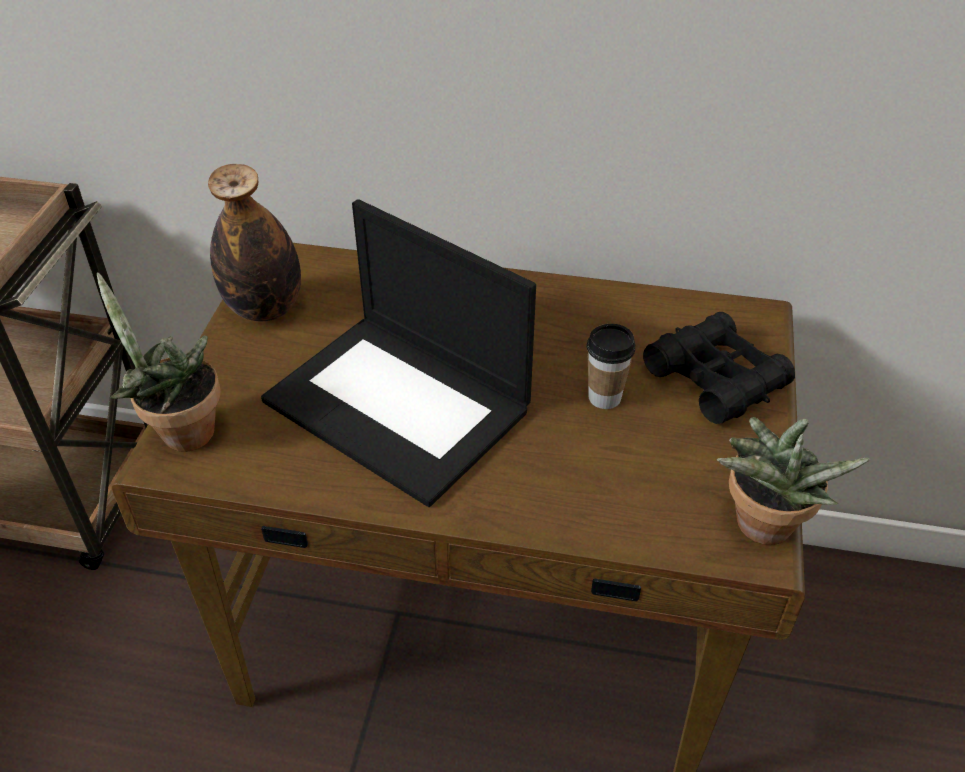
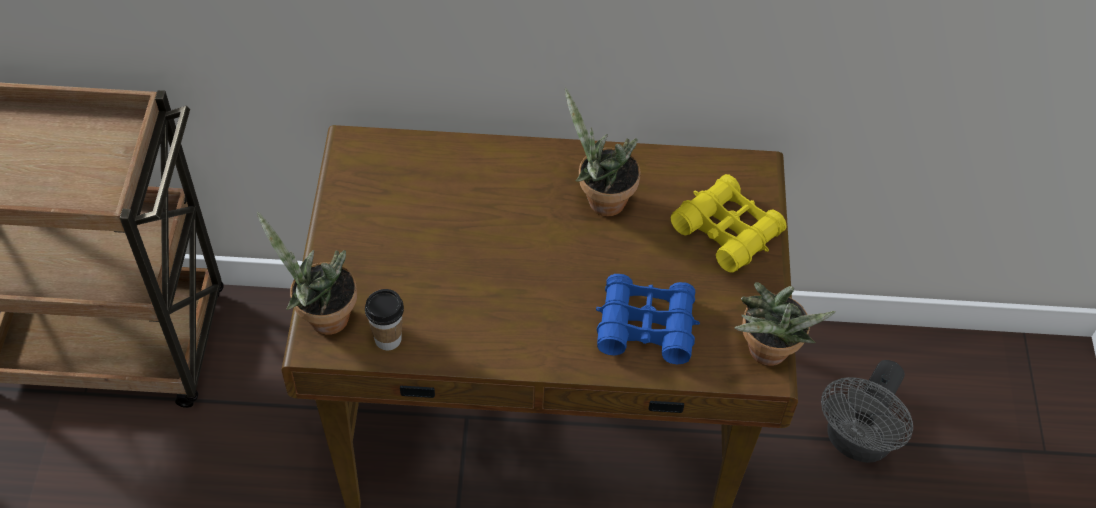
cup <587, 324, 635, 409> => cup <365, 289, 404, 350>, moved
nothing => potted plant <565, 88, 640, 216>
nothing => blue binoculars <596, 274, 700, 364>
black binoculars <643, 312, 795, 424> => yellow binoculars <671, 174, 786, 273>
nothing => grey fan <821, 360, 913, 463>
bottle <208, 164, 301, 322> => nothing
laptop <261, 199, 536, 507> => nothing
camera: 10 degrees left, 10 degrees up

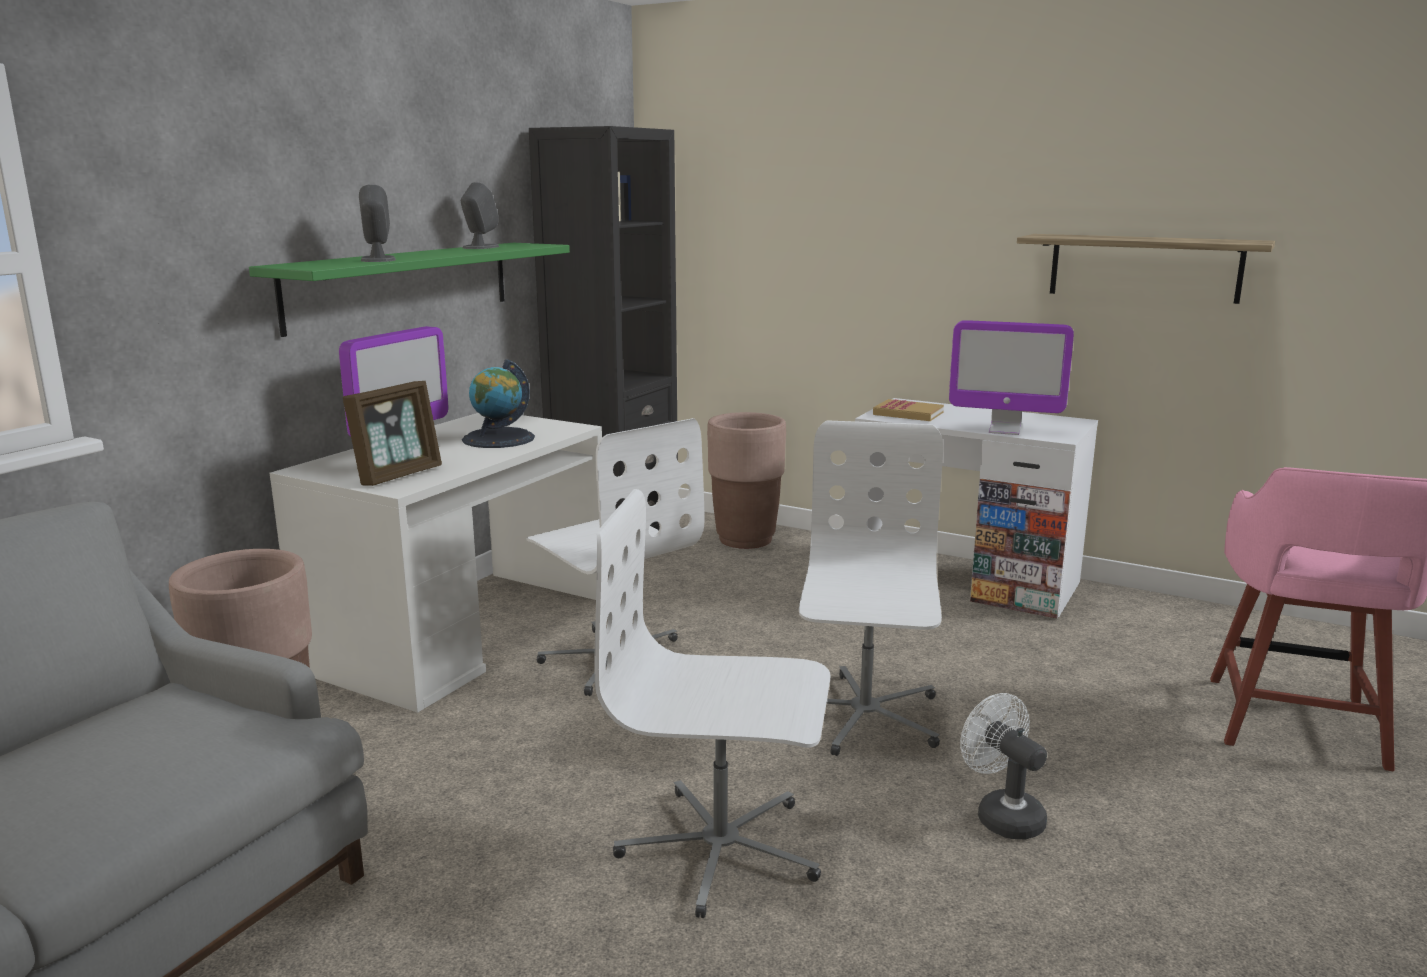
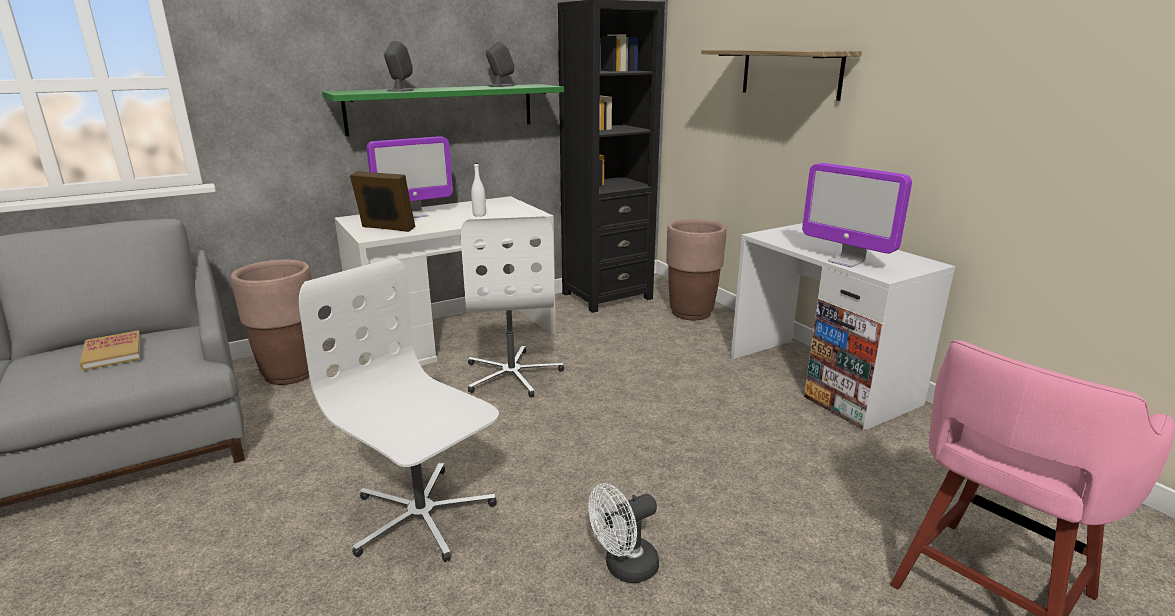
book <873, 399, 944, 421> => book <80, 330, 141, 371>, moved
picture frame <343, 381, 442, 486> => picture frame <350, 171, 416, 232>, 135 degrees counterclockwise
globe <462, 359, 535, 448> => white bottle <471, 163, 486, 217>
white fan <960, 693, 1047, 839> => white fan <588, 483, 659, 583>, 120 degrees counterclockwise
shelf <1017, 234, 1275, 304> => shelf <701, 50, 862, 101>, moved
white office chair <799, 420, 943, 756> => nothing
camera: 30 degrees right, 5 degrees up

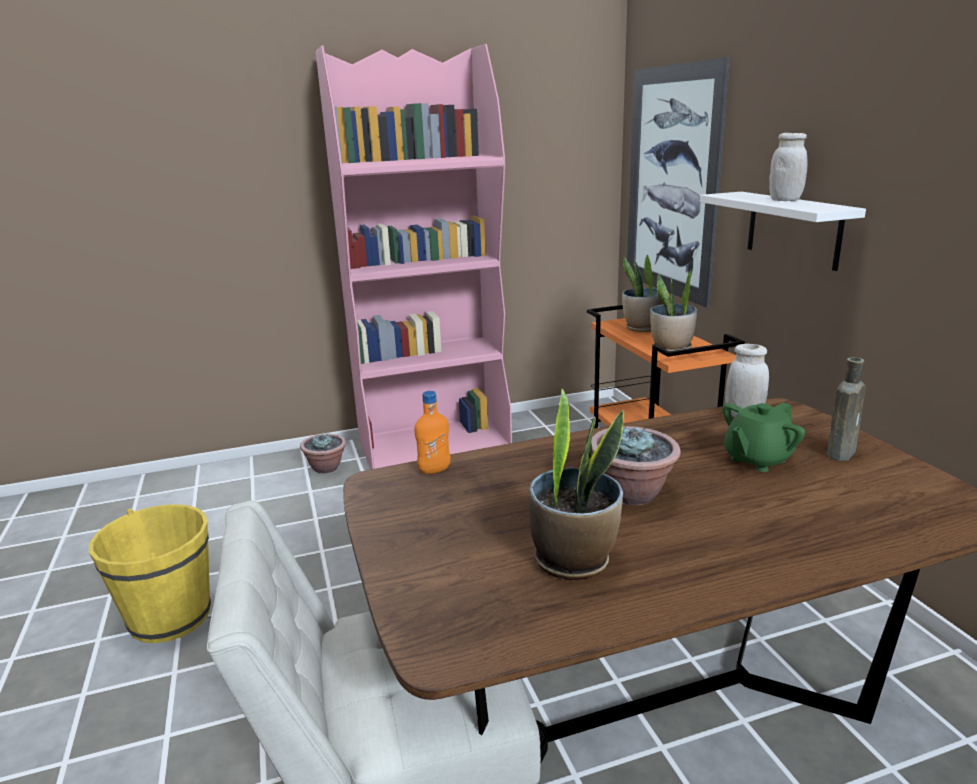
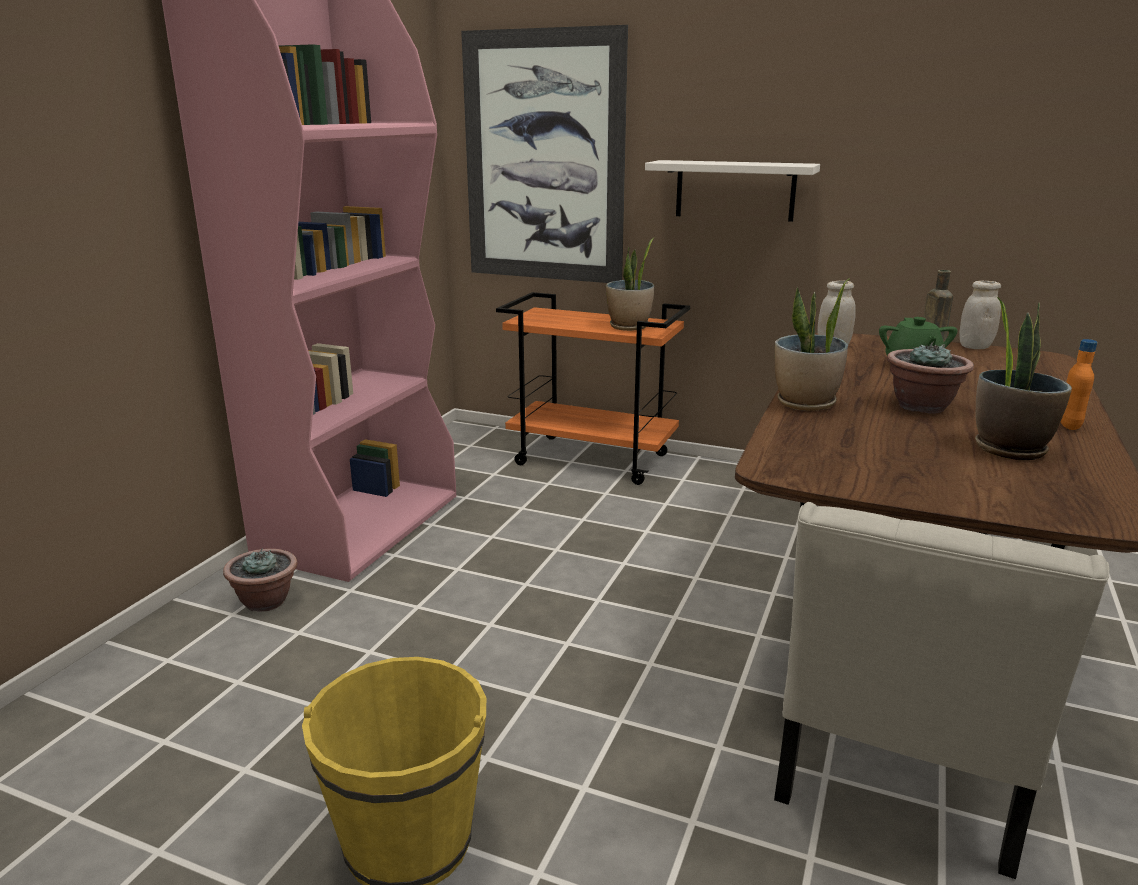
potted plant <622, 255, 663, 332> => potted plant <775, 278, 850, 411>, moved
white jar <769, 133, 807, 201> => white jar <959, 281, 1001, 349>, moved
orange bottle <414, 391, 451, 474> => orange bottle <1061, 339, 1097, 430>, moved
camera: 50 degrees left, 0 degrees up

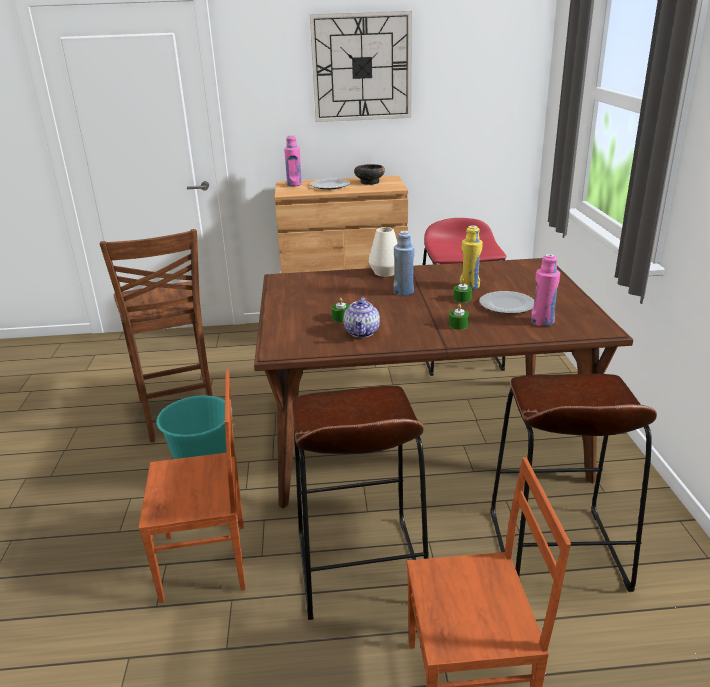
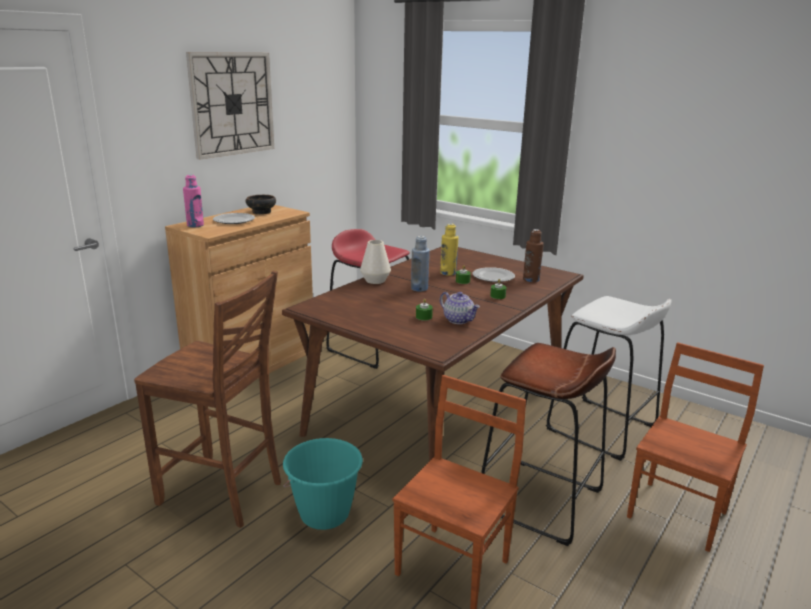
pink bottle <531, 254, 560, 326> => brown bottle <523, 229, 544, 283>
brown stool <491, 374, 657, 592> => white stool <546, 296, 672, 461>
camera: 50 degrees left, 5 degrees down

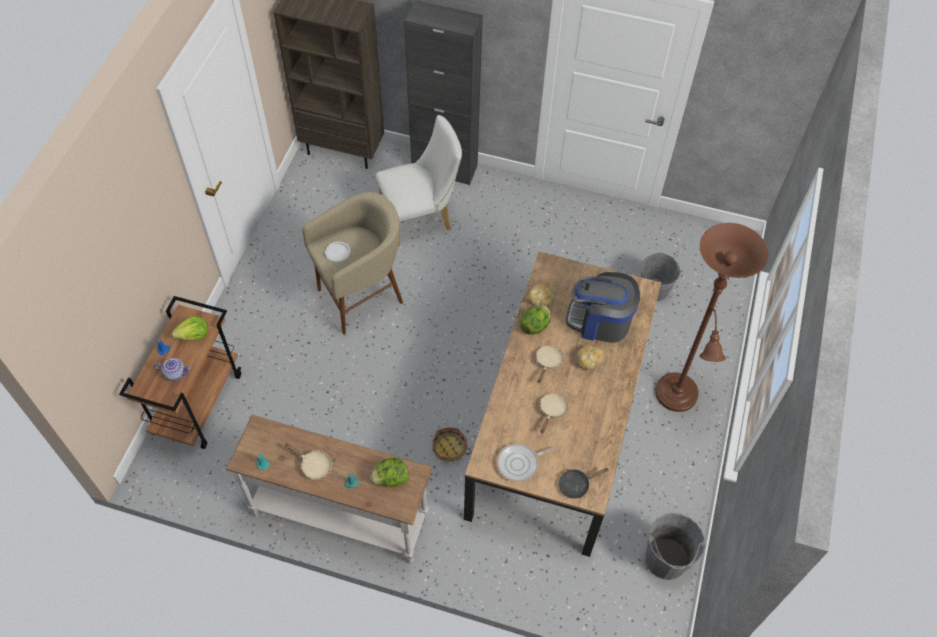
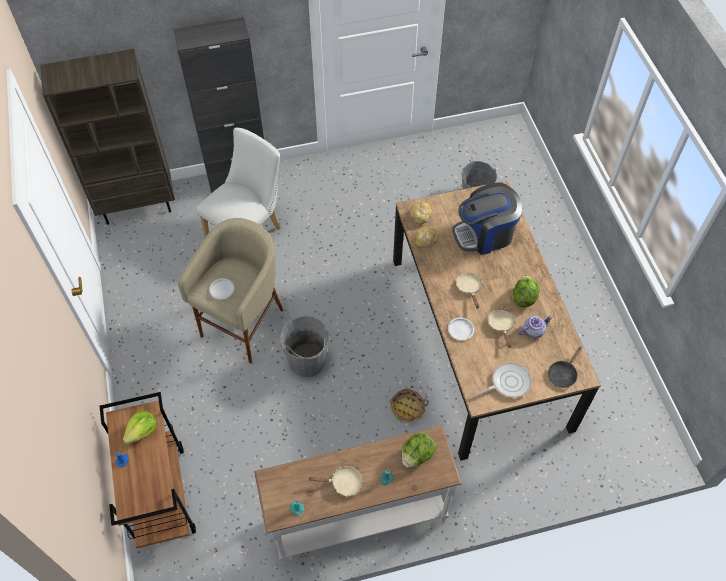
grey bucket <645, 513, 706, 580> => grey bucket <280, 316, 329, 377>, moved
bread <577, 345, 604, 370> => bread <410, 202, 432, 224>, moved
nothing => white plate <448, 318, 474, 340>
frying pan <497, 443, 557, 482> => frying pan <476, 362, 532, 398>, 150 degrees counterclockwise
lettuce <519, 306, 551, 335> => lettuce <513, 276, 539, 308>, moved
teapot <154, 358, 191, 381> => teapot <518, 316, 553, 339>, moved
brown floor lamp <655, 223, 768, 412> => nothing
camera: 30 degrees left, 0 degrees up

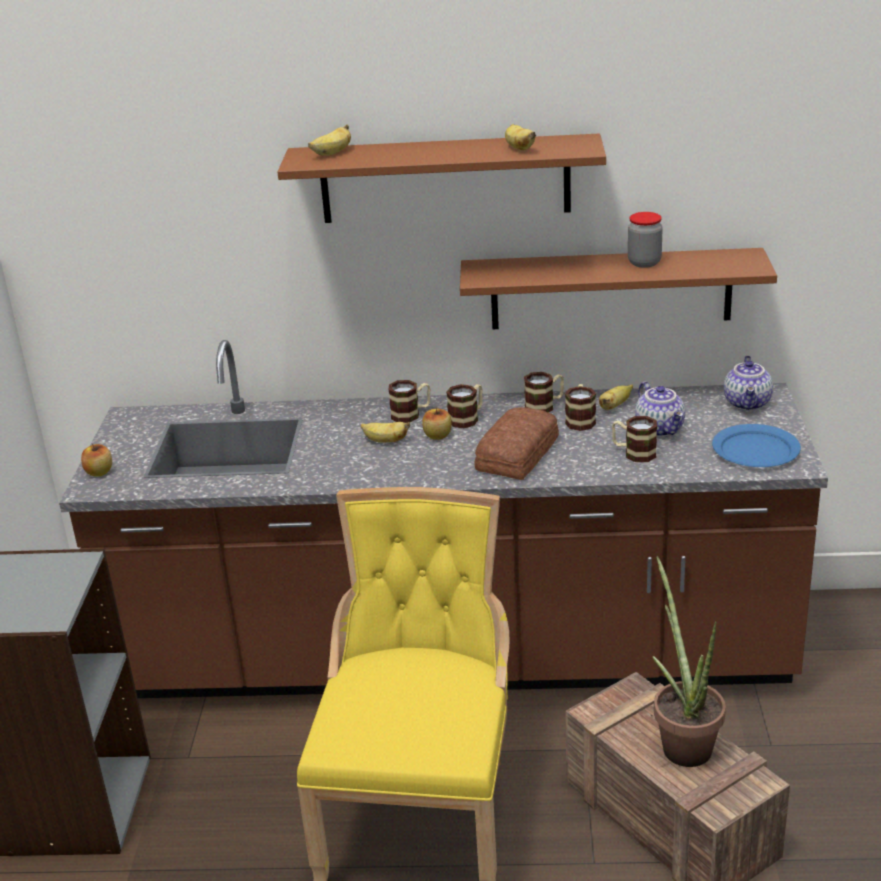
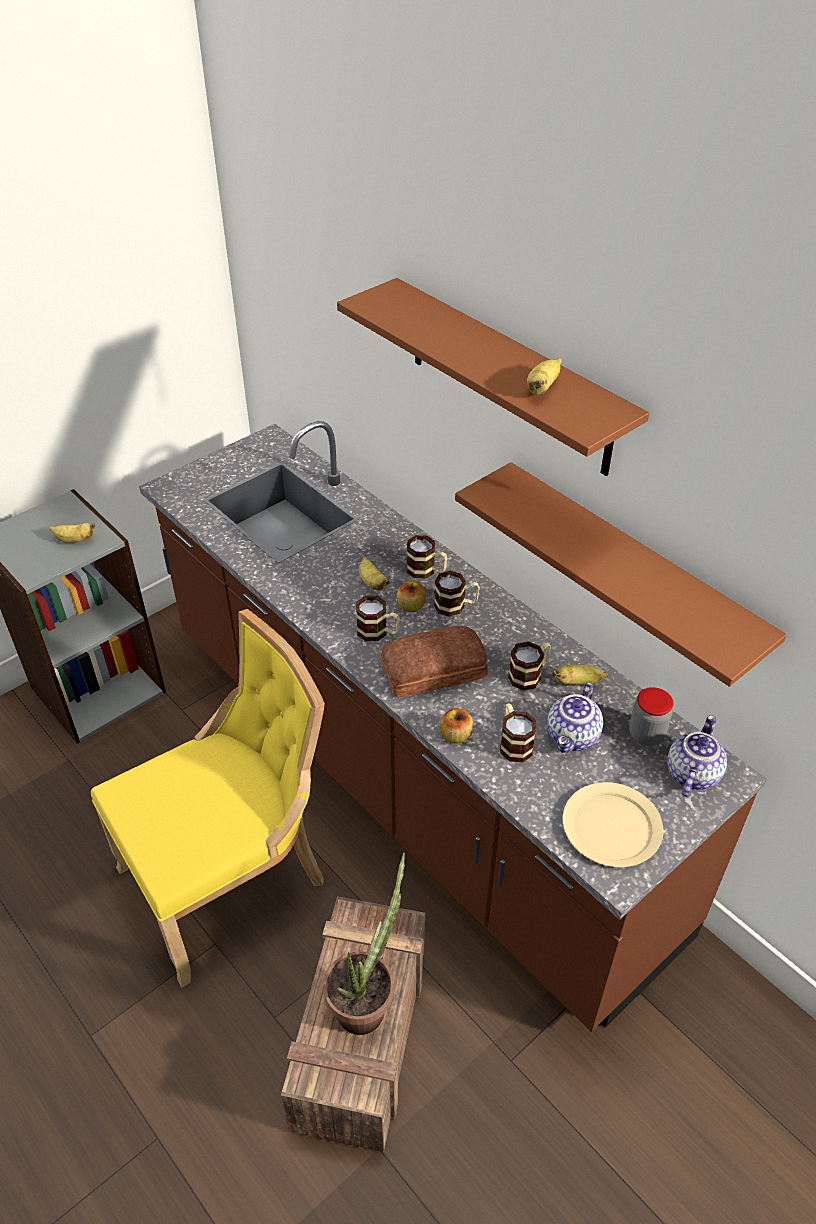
banana <308, 124, 351, 156> => banana <50, 523, 96, 543>, moved
mug <524, 372, 564, 413> => mug <356, 596, 400, 641>, moved
apple <81, 444, 112, 477> => apple <440, 708, 473, 744>, moved
blue plate <712, 424, 801, 467> => beige plate <563, 782, 663, 867>
jar <628, 212, 663, 268> => jar <629, 687, 673, 746>, moved
teapot <724, 355, 773, 411> => teapot <667, 715, 727, 797>, 150 degrees clockwise
camera: 45 degrees right, 15 degrees up

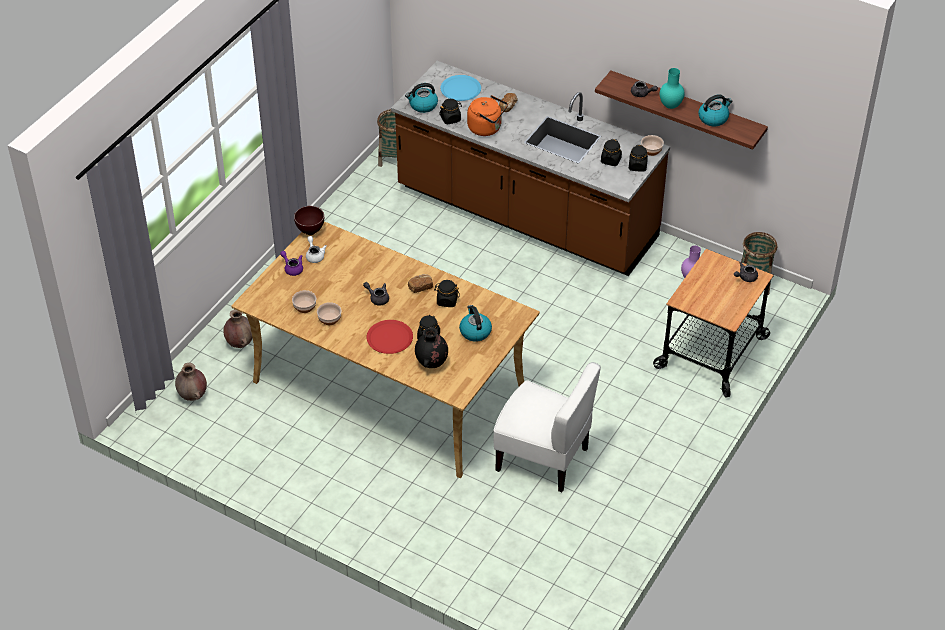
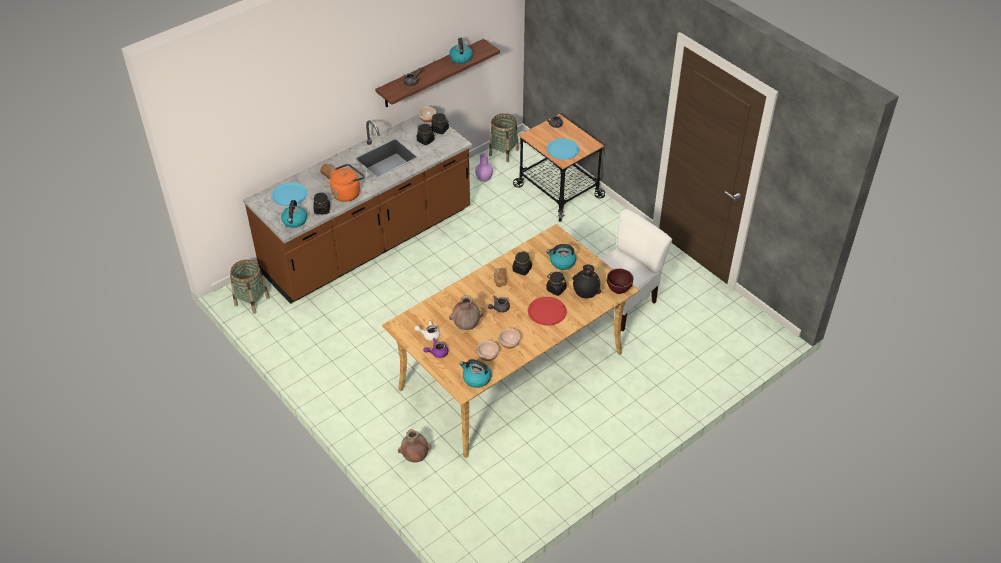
brown vase <175, 363, 207, 401> => brown vase <449, 295, 483, 330>, moved
nothing => kettle <459, 359, 491, 388>
nothing => blue plate <546, 138, 580, 160>
brown bowl <294, 206, 324, 235> => brown bowl <607, 268, 633, 294>, moved
turquoise vase <660, 68, 685, 109> => nothing
camera: 70 degrees left, 0 degrees up

